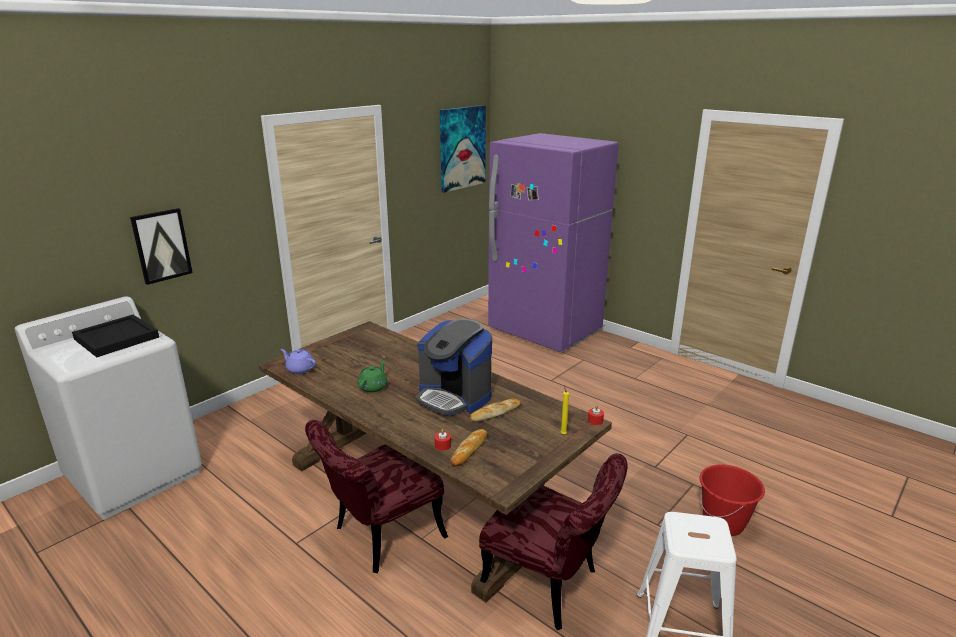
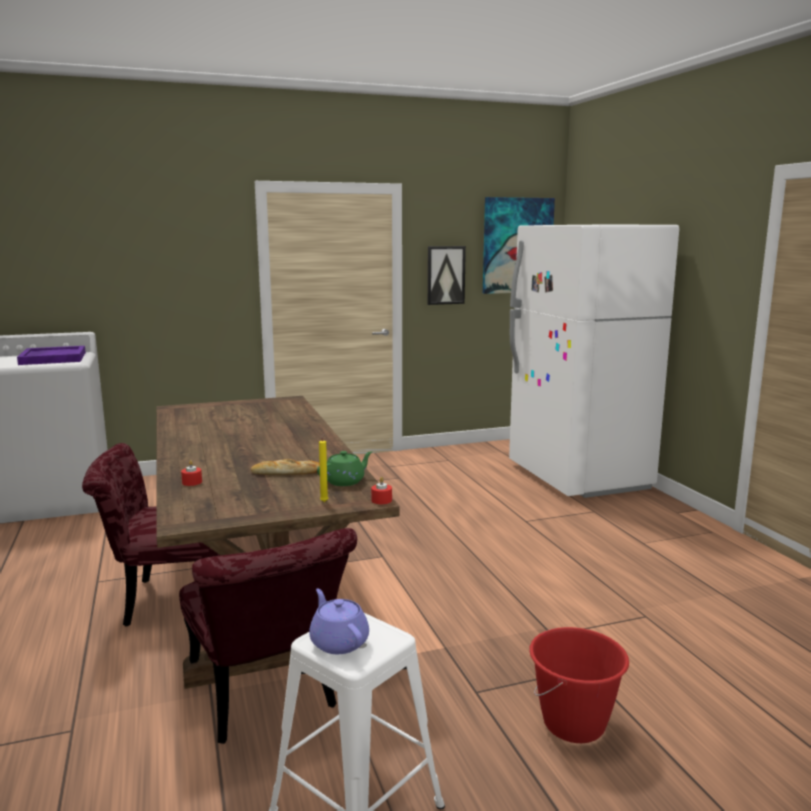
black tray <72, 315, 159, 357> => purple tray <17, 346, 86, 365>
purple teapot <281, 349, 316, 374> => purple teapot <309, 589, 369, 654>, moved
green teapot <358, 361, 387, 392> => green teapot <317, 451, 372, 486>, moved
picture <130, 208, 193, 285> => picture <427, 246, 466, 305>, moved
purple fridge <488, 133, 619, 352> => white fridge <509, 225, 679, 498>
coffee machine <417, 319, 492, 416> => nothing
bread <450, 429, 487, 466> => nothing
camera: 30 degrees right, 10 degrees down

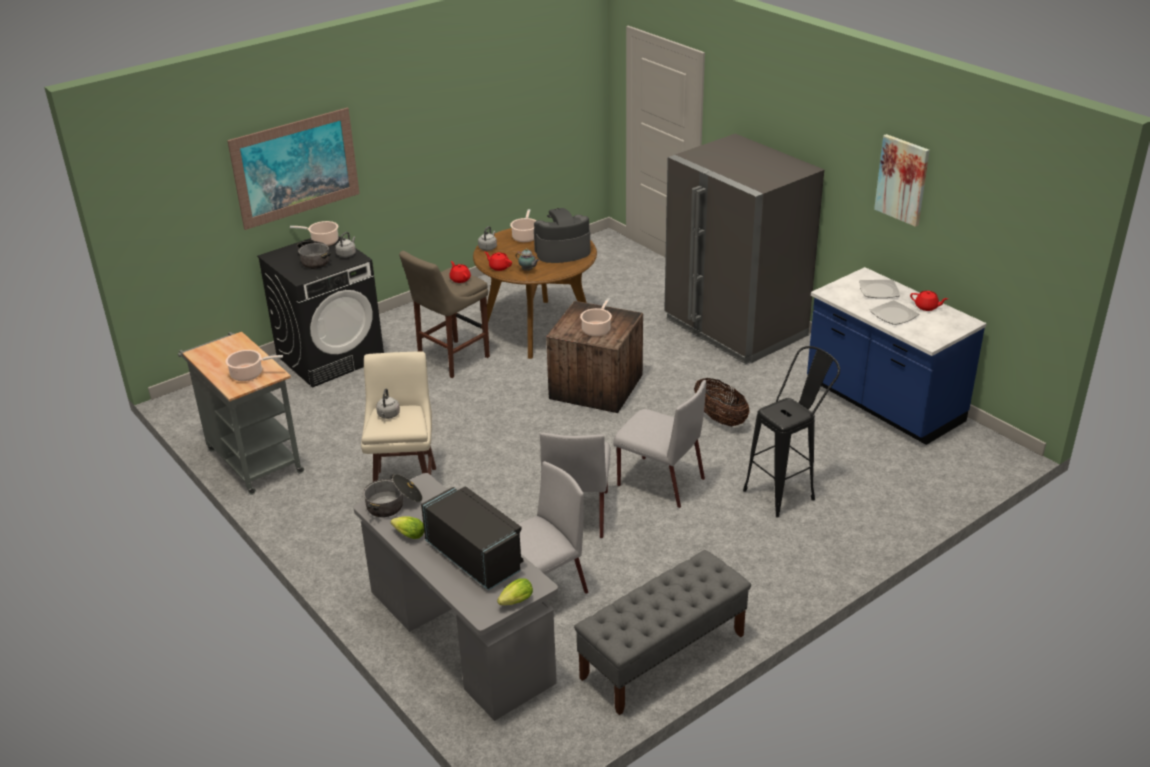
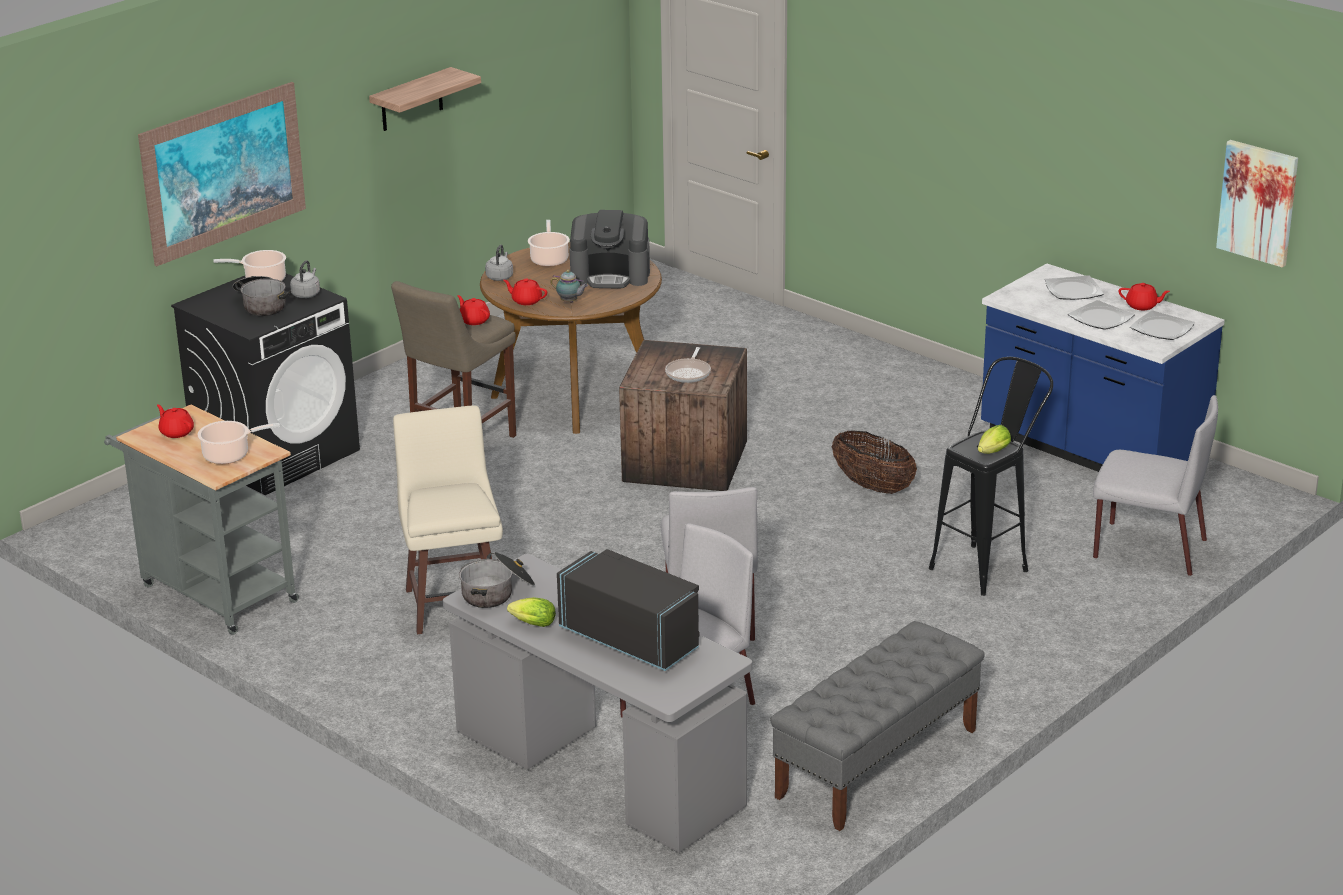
nothing => red teapot <157, 404, 194, 438>
nothing => shelf <369, 67, 481, 131>
coffee machine <534, 208, 590, 263> => coffee machine <569, 210, 650, 288>, 150 degrees counterclockwise
cooking pot <580, 298, 612, 336> => frying pan <665, 347, 711, 383>
lettuce <497, 578, 533, 605> => lettuce <978, 425, 1011, 454>, moved
grey chair <613, 380, 706, 508> => grey chair <1093, 395, 1218, 576>, moved
nothing => plate <1130, 310, 1195, 340>
picture <874, 134, 930, 227> => picture <1216, 140, 1298, 268>, moved
grey kettle <376, 389, 400, 419> => nothing
grey fridge <664, 134, 824, 364> => nothing
camera: 10 degrees left, 5 degrees down

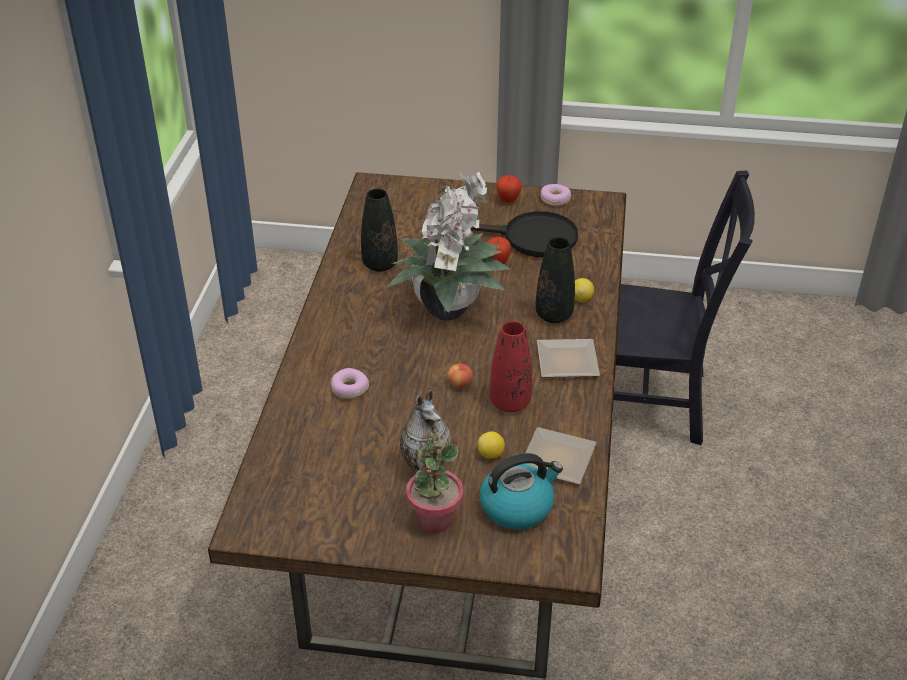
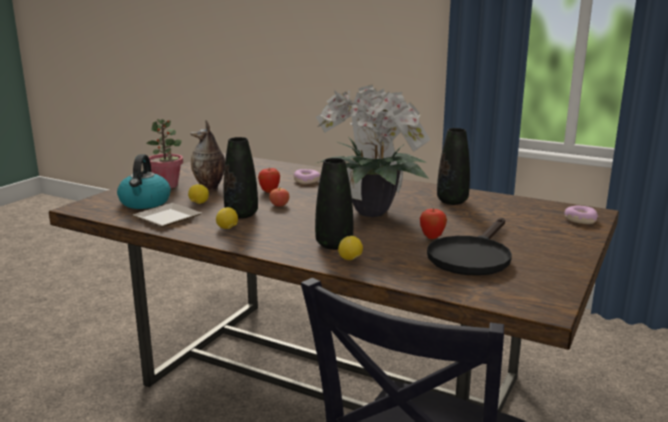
nothing => lemon <216, 207, 238, 229>
red vase <490, 321, 532, 412> => black vase <224, 137, 258, 219>
apple <496, 175, 522, 203> => apple <258, 168, 280, 193>, moved
donut <541, 184, 572, 206> => donut <564, 206, 598, 224>, moved
plate <537, 339, 600, 378> => nothing
camera: 110 degrees right, 20 degrees down

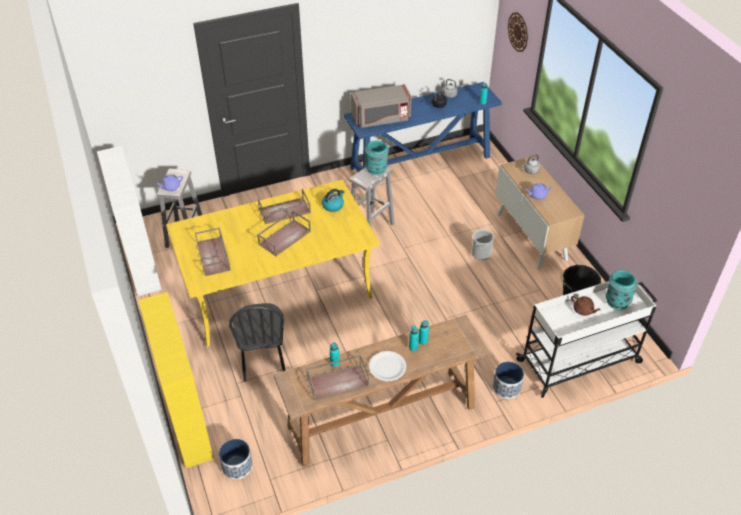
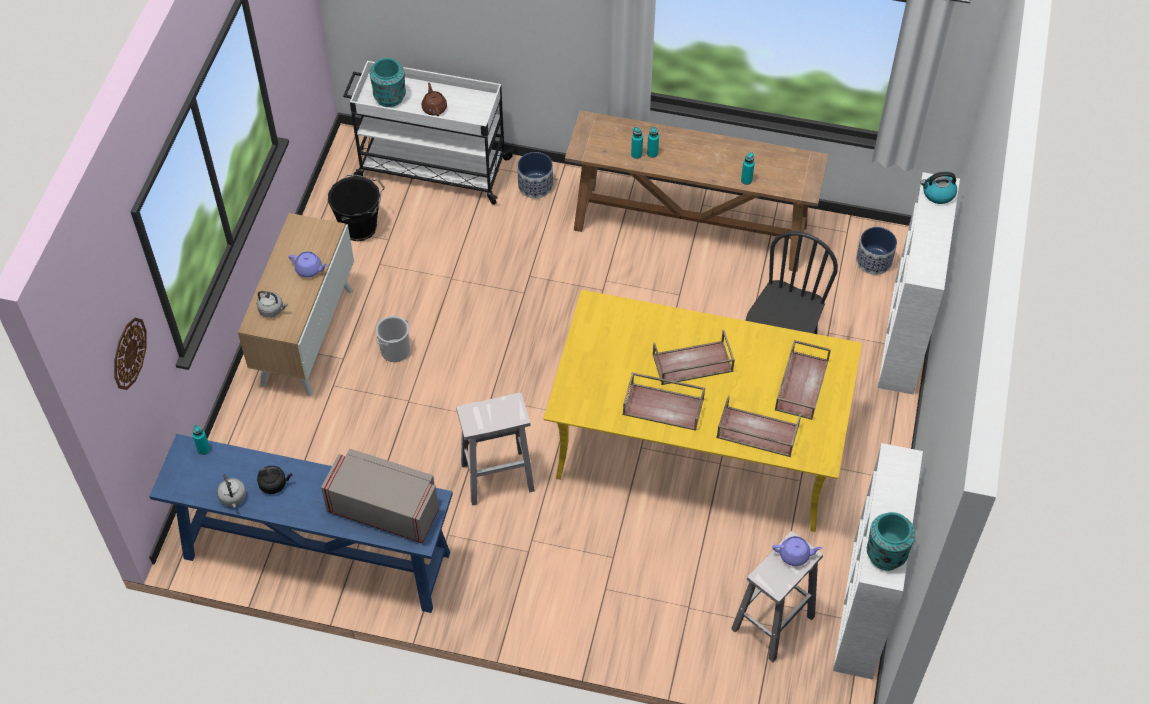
brown tray <306, 355, 370, 401> => brown tray <716, 396, 801, 457>, moved
turquoise vase <365, 141, 389, 175> => turquoise vase <867, 512, 915, 571>, moved
yellow bookcase <138, 292, 214, 468> => white bookcase <878, 172, 960, 395>
kettle <322, 189, 344, 212> => kettle <920, 172, 957, 204>, moved
white plate <369, 351, 406, 381> => nothing
camera: 145 degrees left, 10 degrees up

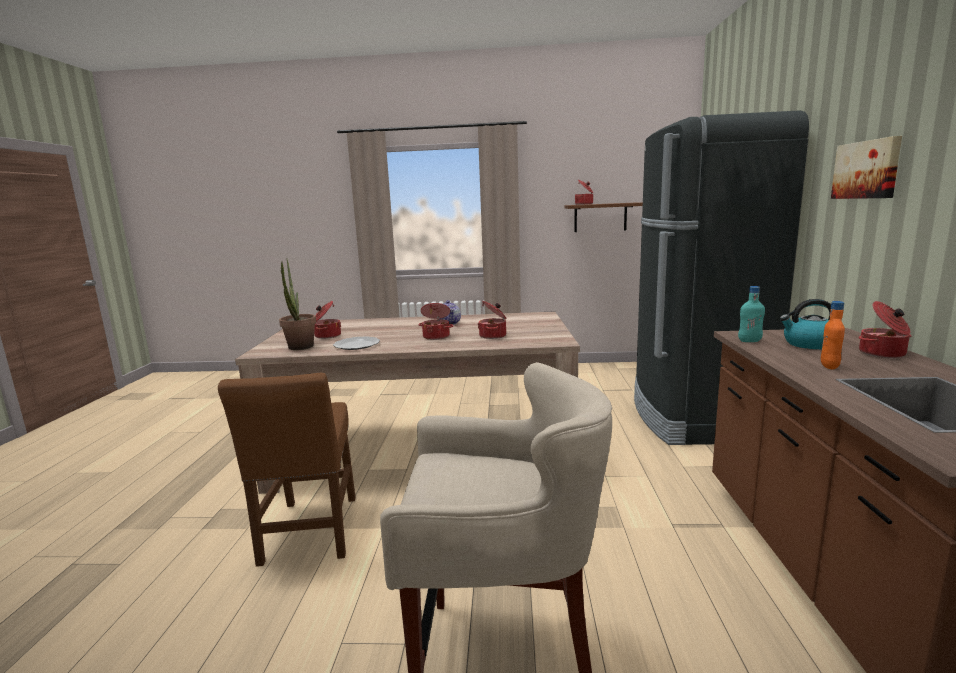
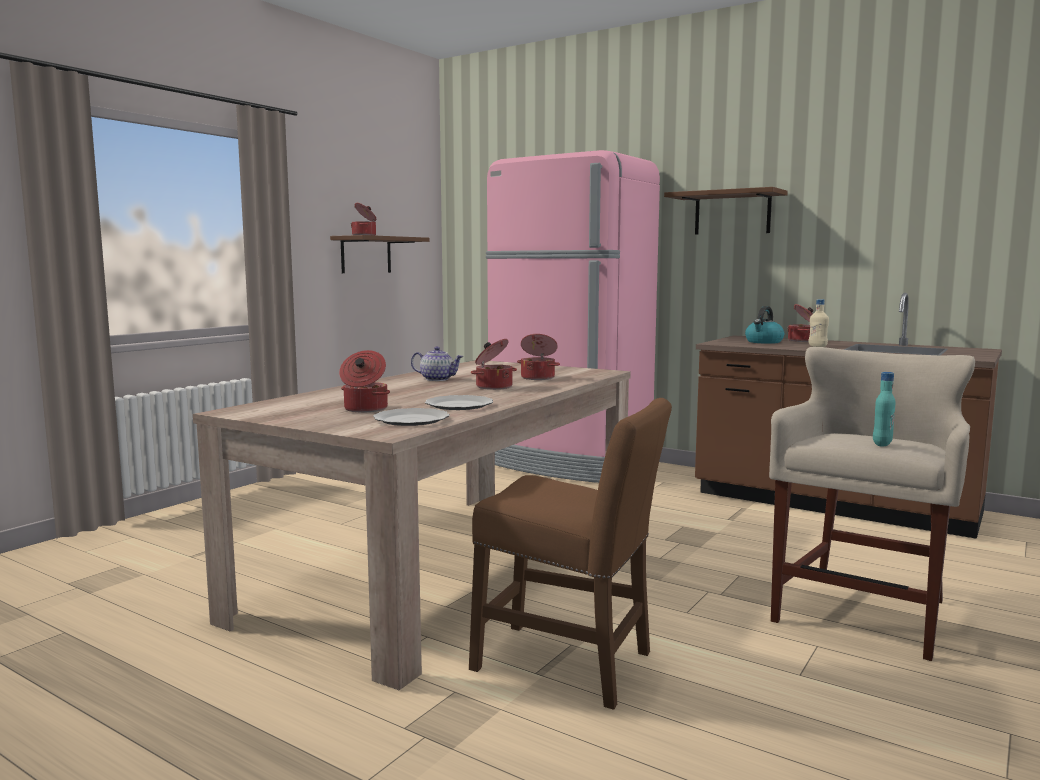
potted plant <279, 258, 316, 350> => plate <373, 408, 450, 426>
black fridge <634, 111, 809, 445> => pink fridge <486, 150, 660, 483>
picture <831, 136, 902, 199> => brown shelf <664, 187, 788, 235>
orange bottle <821, 301, 845, 369> => beige bottle <809, 299, 829, 347>
turquoise bottle <738, 286, 765, 342> => turquoise bottle <873, 372, 895, 447>, moved
camera: 60 degrees left, 5 degrees down

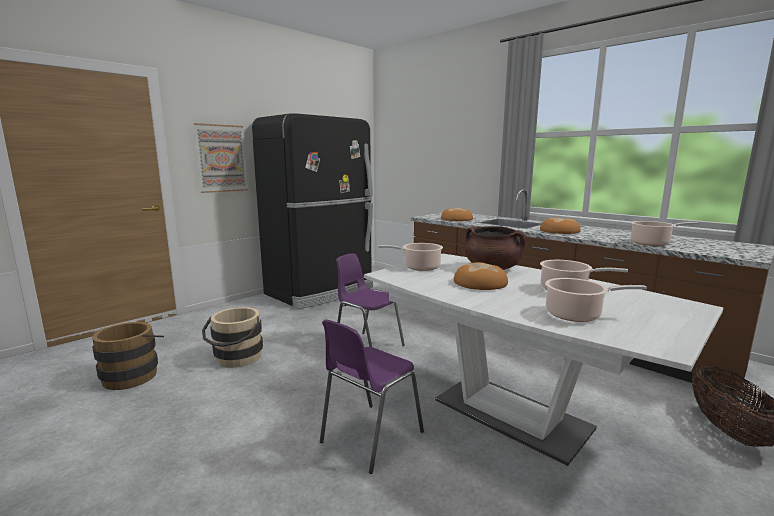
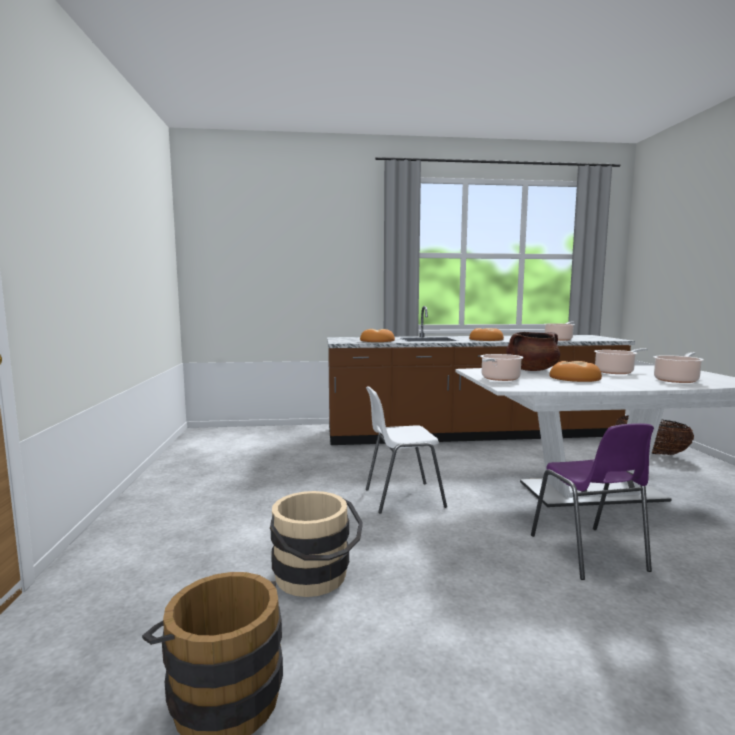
purple chair <336, 253, 405, 347> => white chair <366, 386, 447, 514>
picture <194, 123, 248, 193> => nothing
black fridge <252, 113, 373, 309> => nothing
camera: 50 degrees left, 5 degrees down

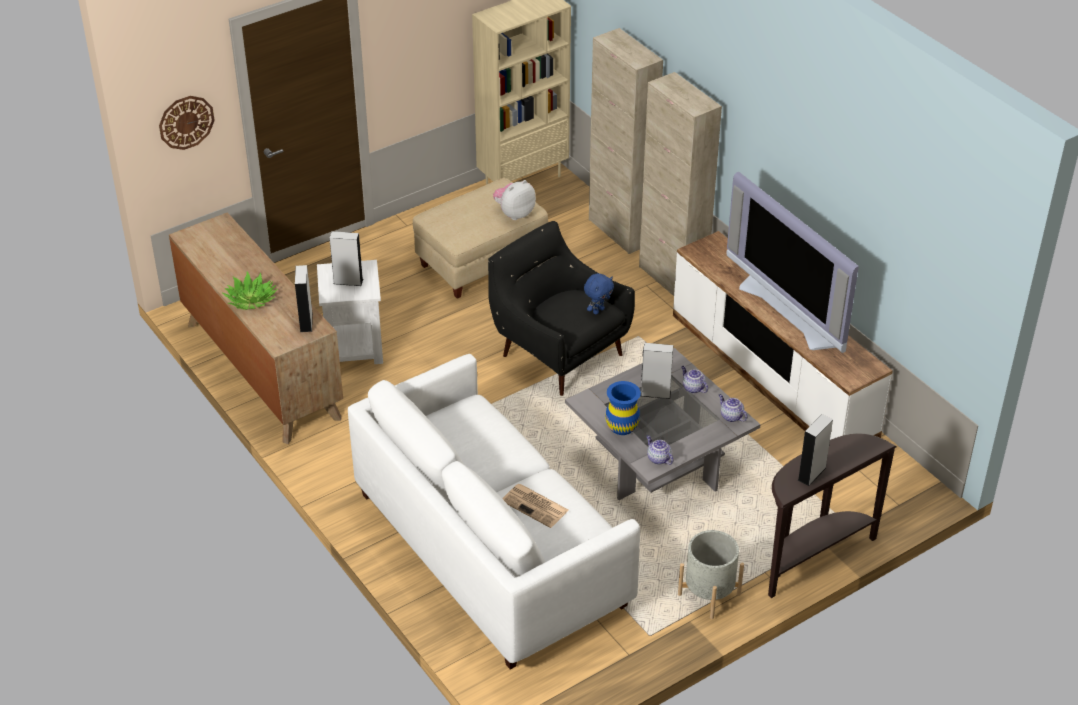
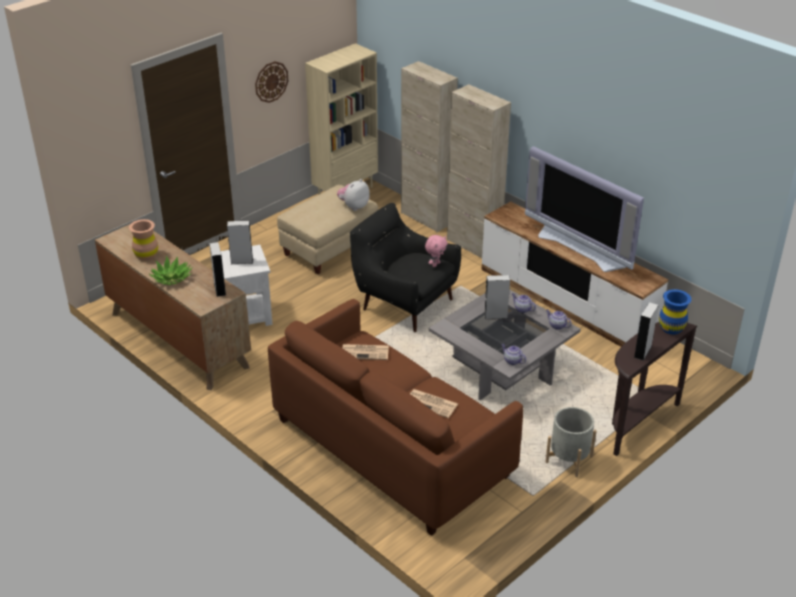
nothing => brown vase <129, 219, 158, 261>
wall clock <159, 96, 215, 150> => wall clock <255, 61, 288, 103>, moved
white sofa <348, 354, 640, 670> => brown sofa <268, 299, 523, 536>
nothing => newspaper <343, 344, 389, 360>
blue plush toy <584, 273, 614, 314> => pink plush toy <425, 235, 447, 267>
blue vase <605, 381, 641, 435> => blue vase <659, 289, 691, 334>, moved
camera: 10 degrees left, 5 degrees down

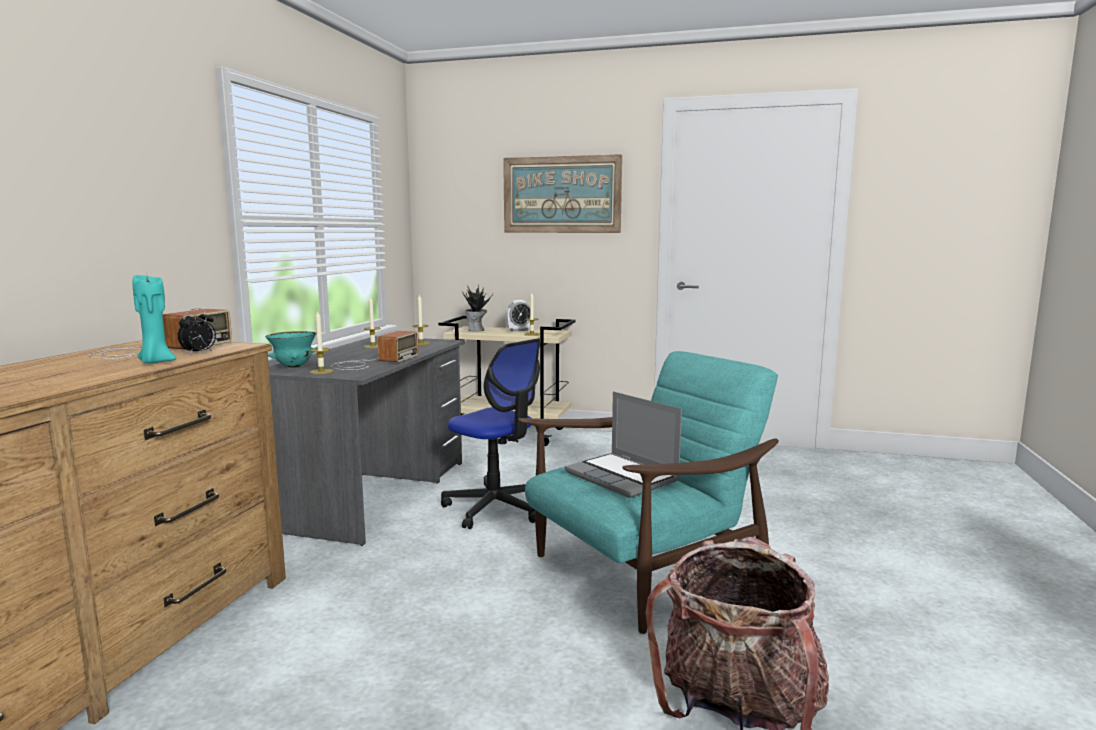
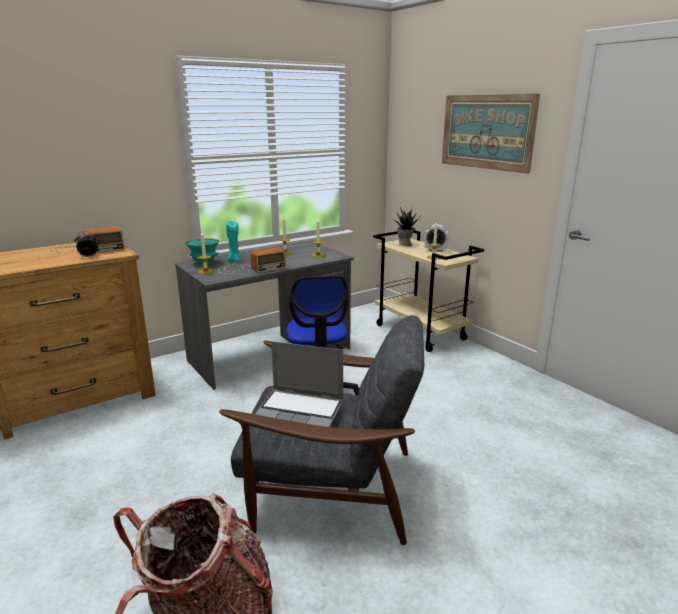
turquoise armchair <518, 351, 779, 634> => grey armchair <219, 315, 424, 545>
turquoise candle <133, 275, 176, 364> => turquoise candle <226, 221, 241, 262>, moved
laptop <565, 391, 682, 498> => laptop <255, 341, 343, 427>, 75 degrees counterclockwise
camera: 40 degrees right, 10 degrees up

